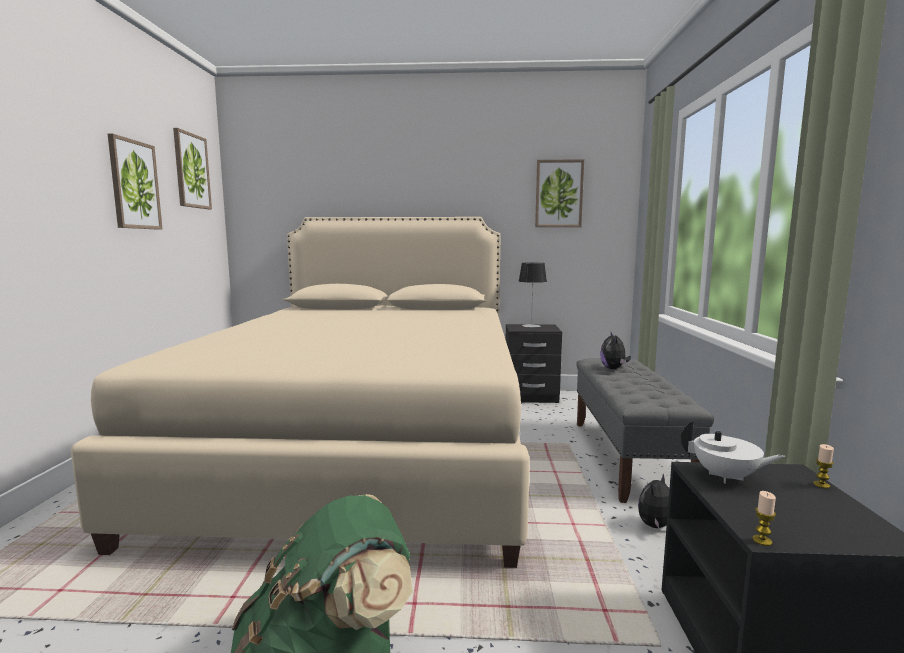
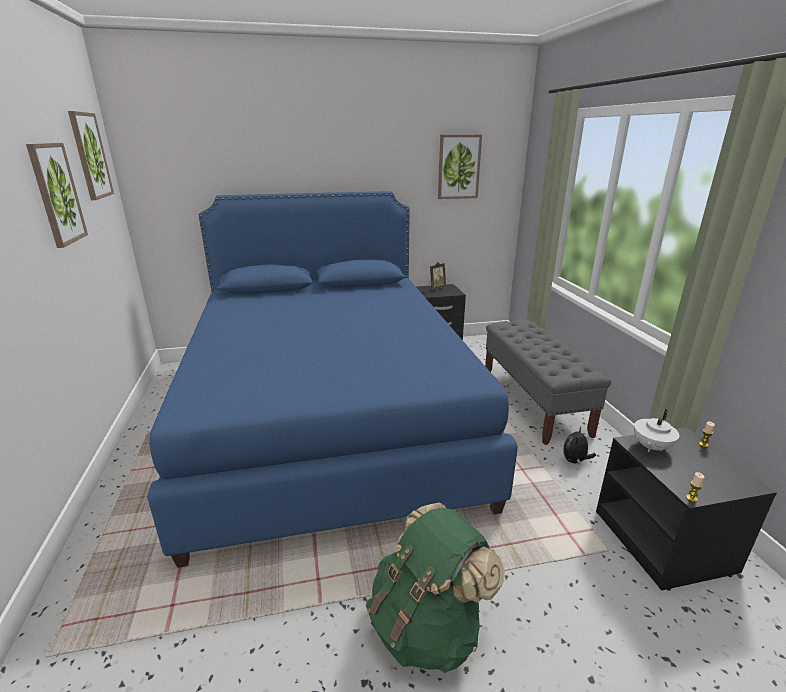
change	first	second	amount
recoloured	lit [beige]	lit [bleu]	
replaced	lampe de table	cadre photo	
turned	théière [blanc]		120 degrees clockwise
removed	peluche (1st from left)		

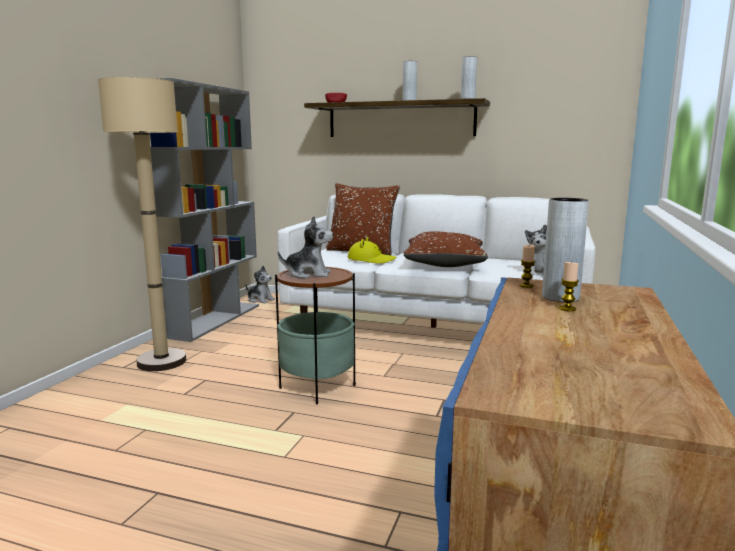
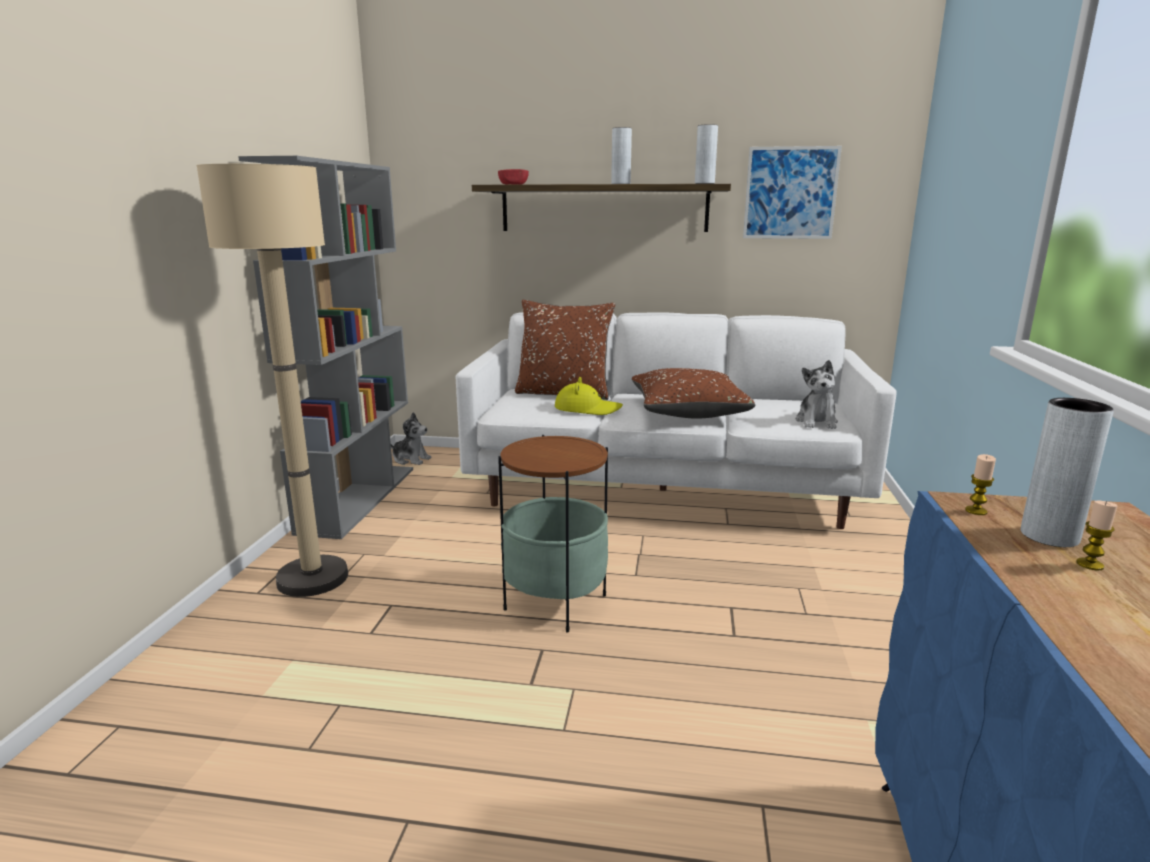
change	first	second	amount
added		tableau	
removed	peluche (2nd from left)		

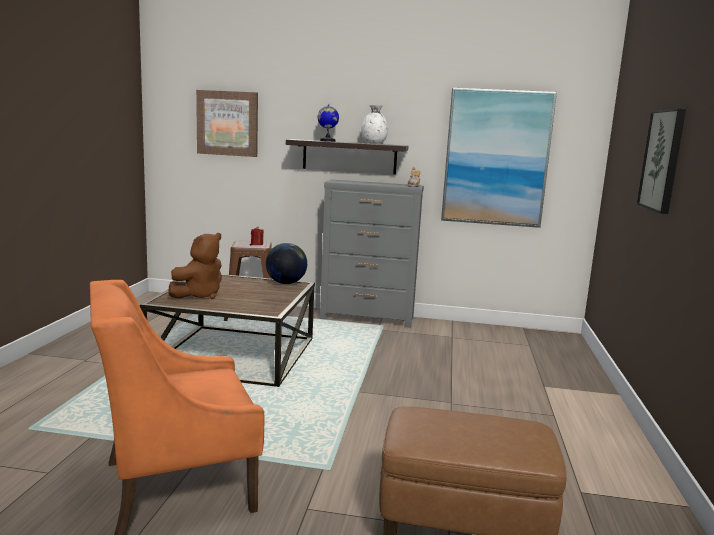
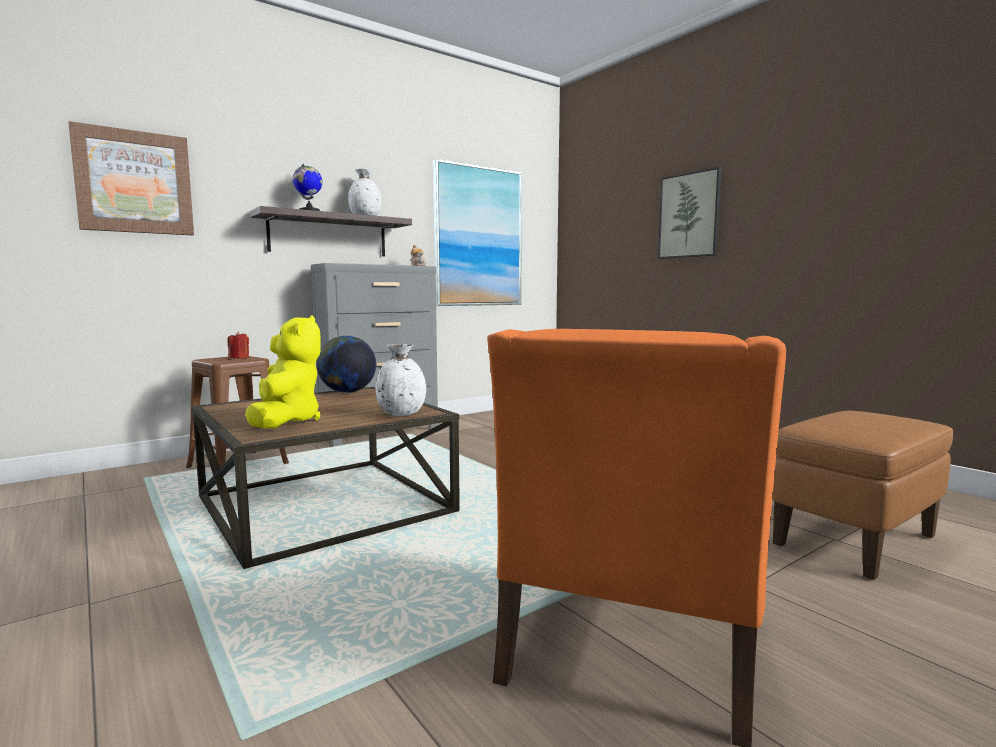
change	first	second	amount
recoloured	peluche [marron]	peluche [jaune]	
added		vase [blanc] (2nd from left)	

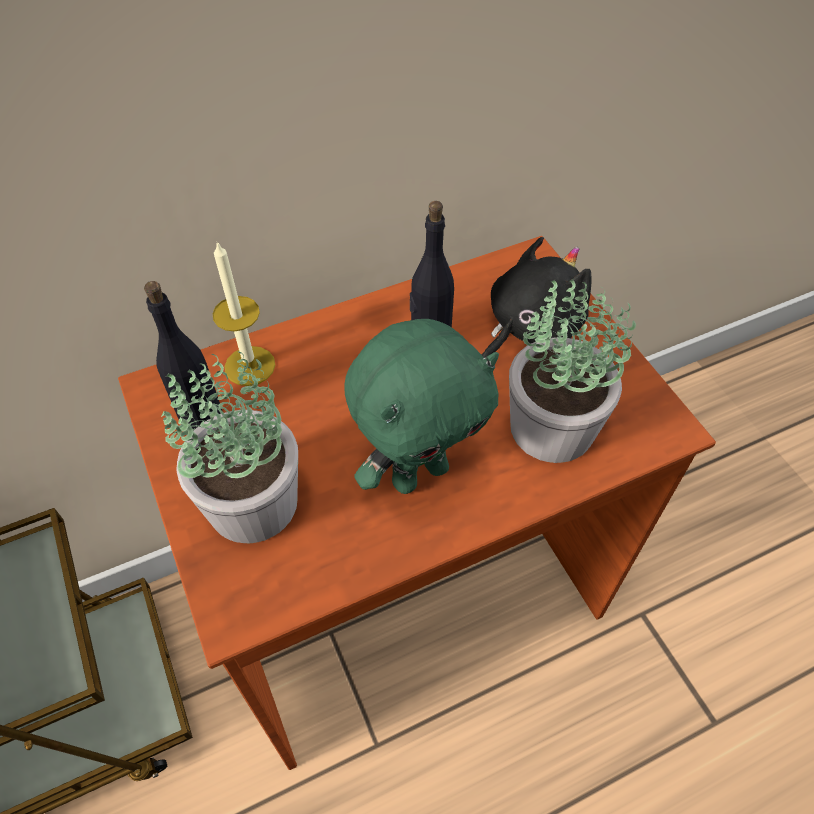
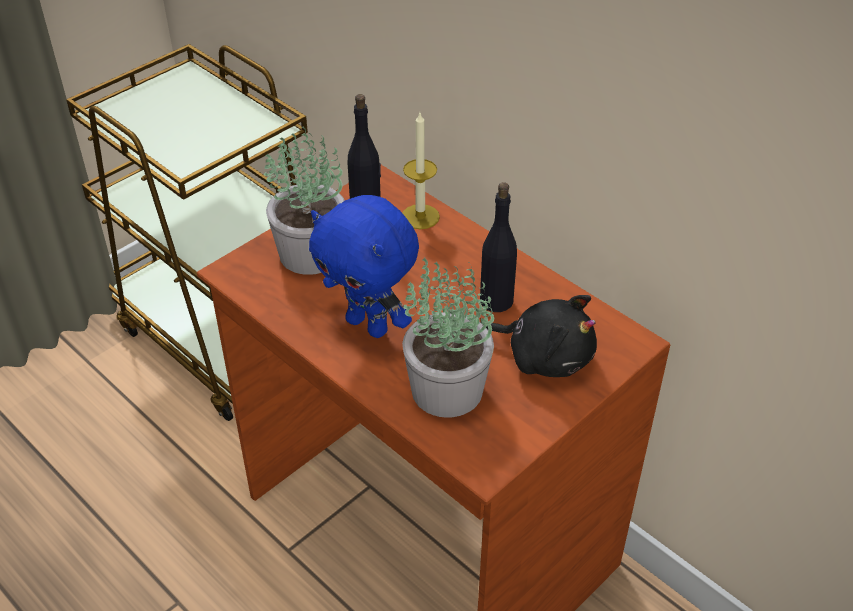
change	first	second	amount
recoloured	peluche [vert]	peluche [bleu]	

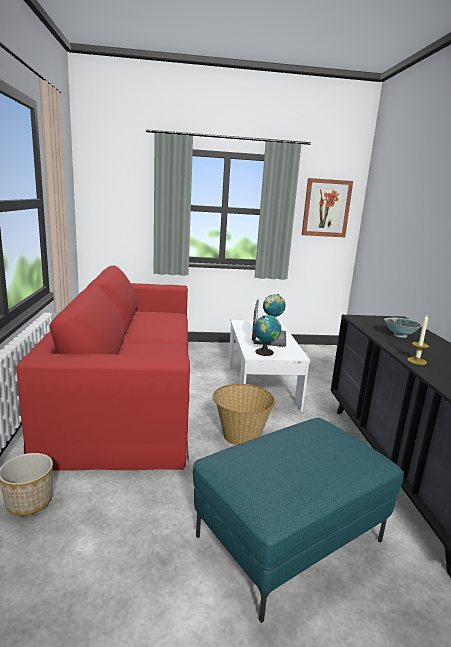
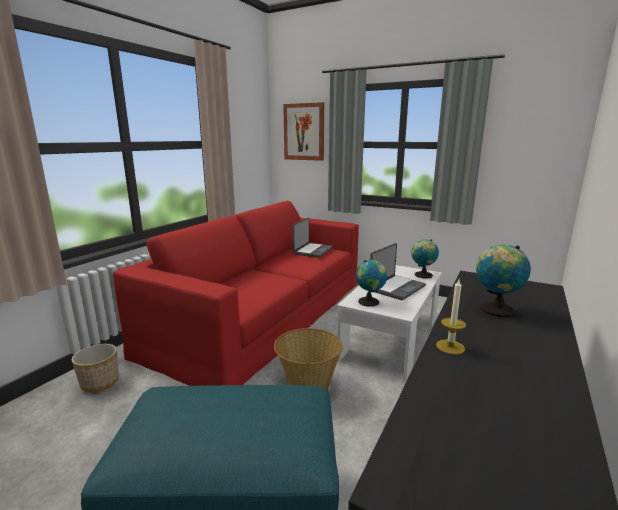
change	first	second	amount
moved	tableau		
added		ordinateur portable (1st from left)	
replaced	bol	globe (3rd from left)	

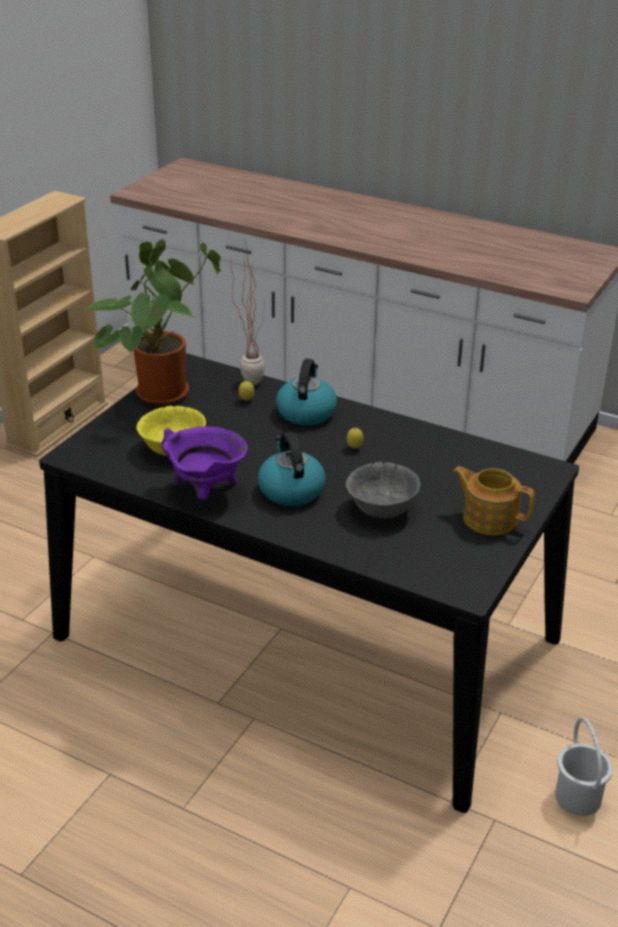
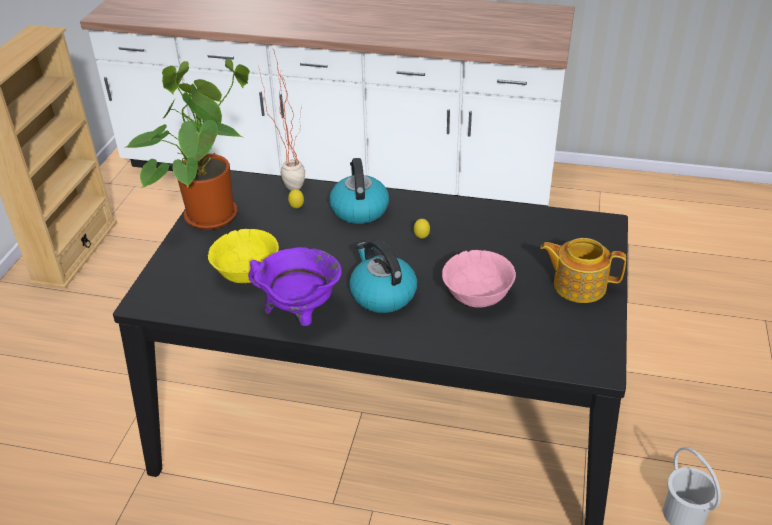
change	first	second	amount
recoloured	bol [gris]	bol [rose]	

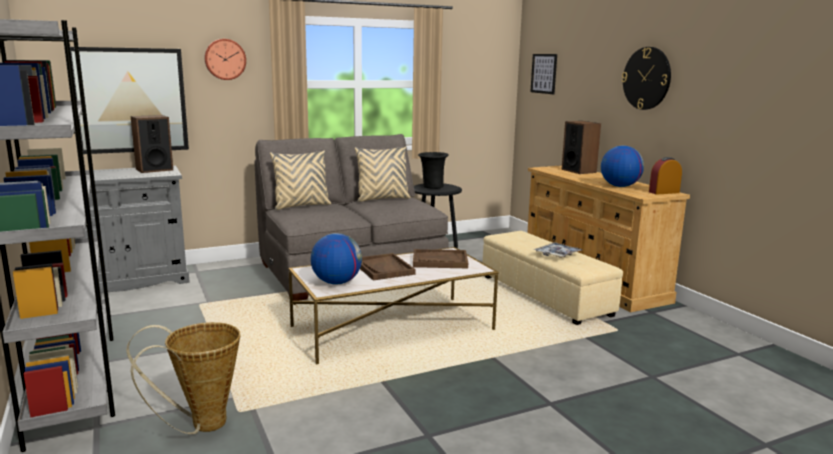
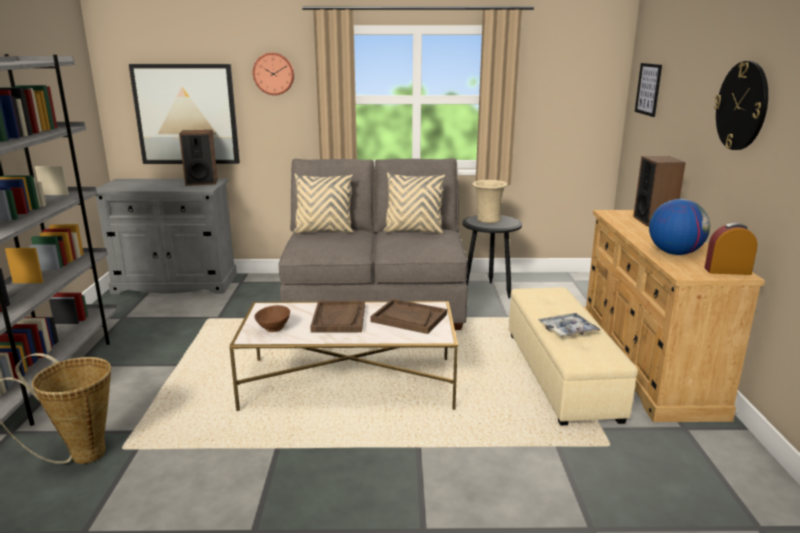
change	first	second	amount
replaced	globe (1st from left)	bol [marron]	
recoloured	vase [noir]	vase [beige]	

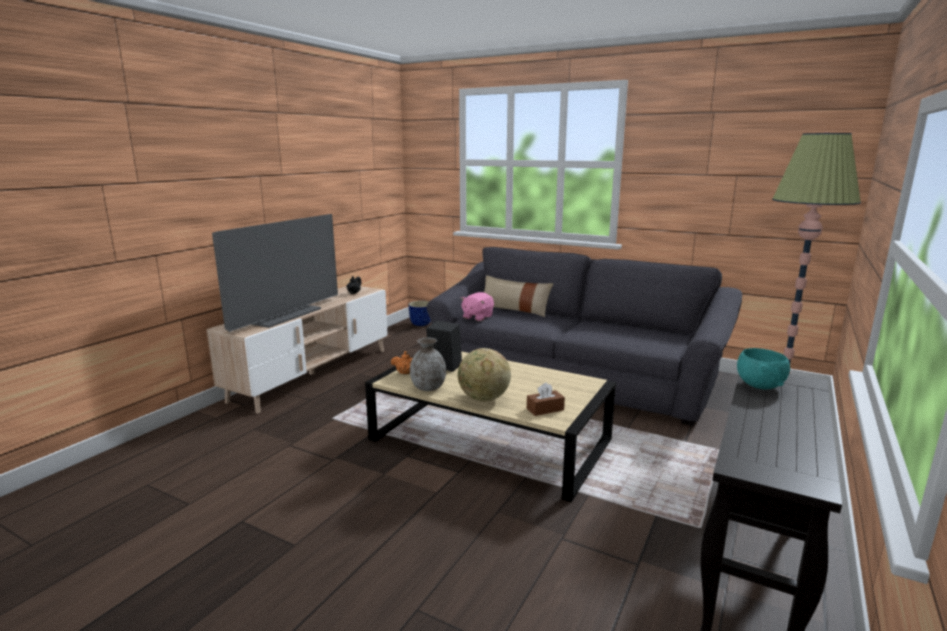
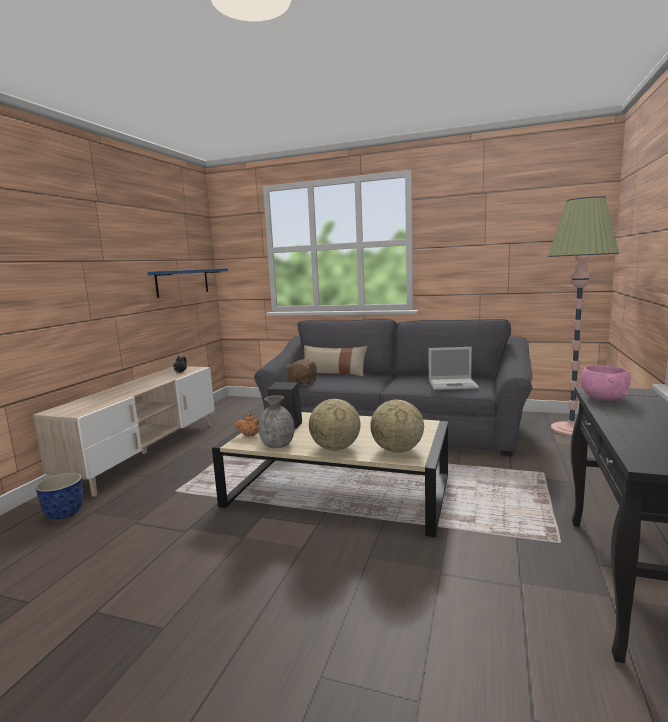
change	first	second	amount
moved	cache-pot		
added		étagère [bleu]	
recoloured	peluche [rose]	peluche [marron]	
replaced	boîte à mouchoirs [marron]	globe (2nd from left)	
added		ordinateur portable	
recoloured	bol [turquoise]	bol [rose]	
removed	téléviseur		

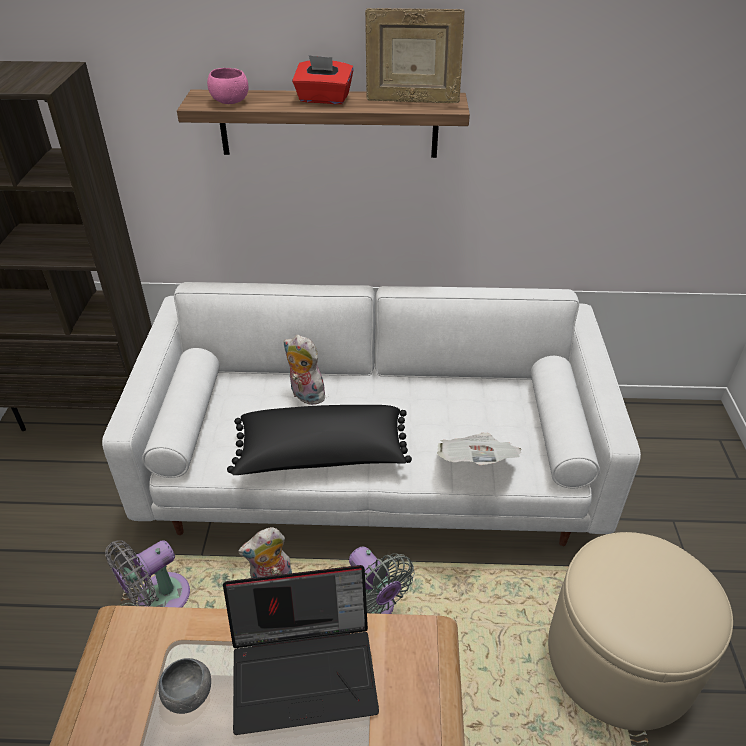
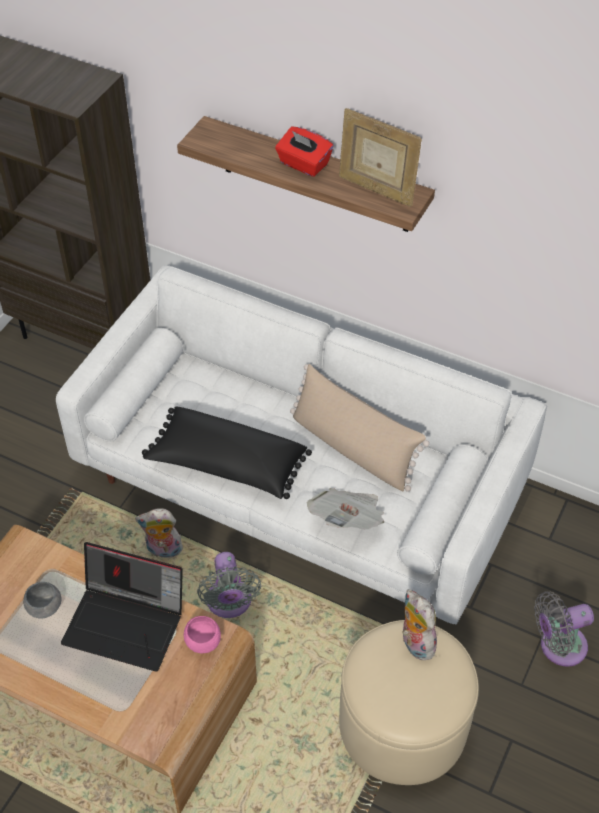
change	first	second	amount
moved	bol [rose]		
added		coussin [beige]	
moved	peluche (2nd from left)		
moved	ventilateur [gris] (1st from left in the first image)	ventilateur [gris] (2nd from left)	

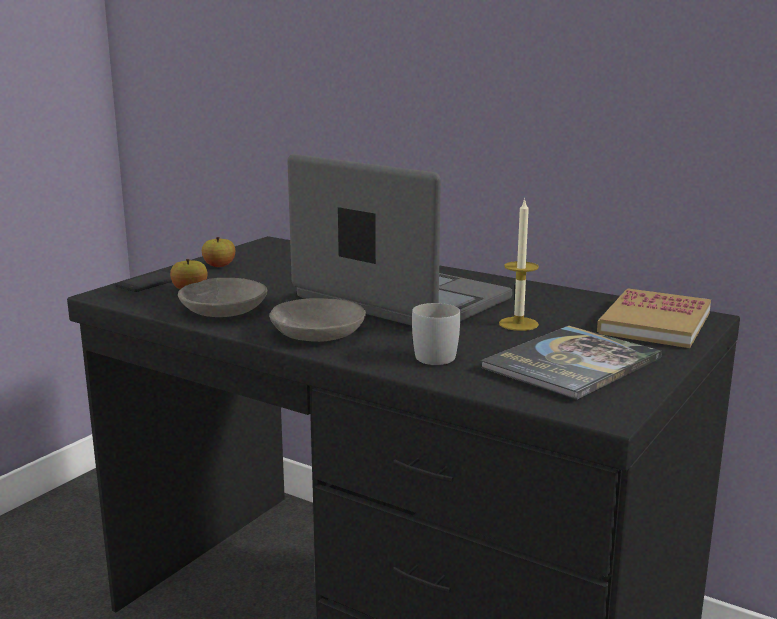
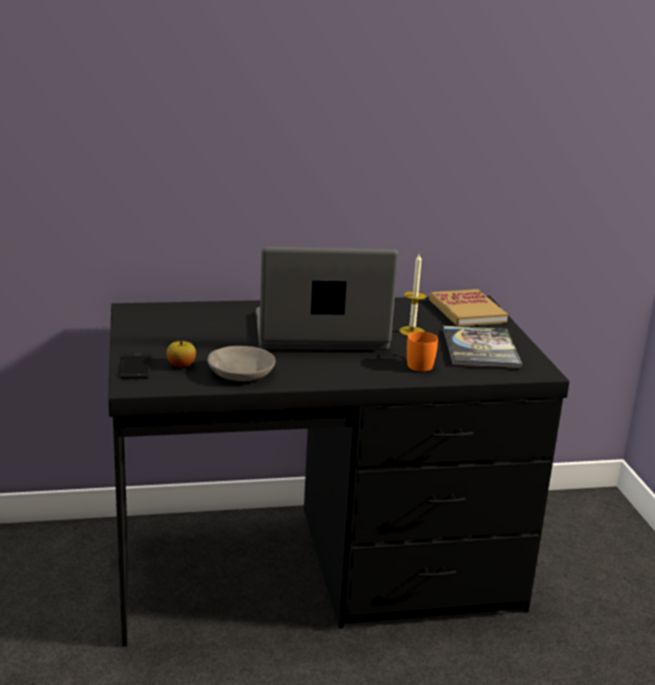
change	first	second	amount
recoloured	mug [blanc]	mug [orange]	
removed	pomme (2nd from left)		
removed	bol [gris] (2nd from left)		

